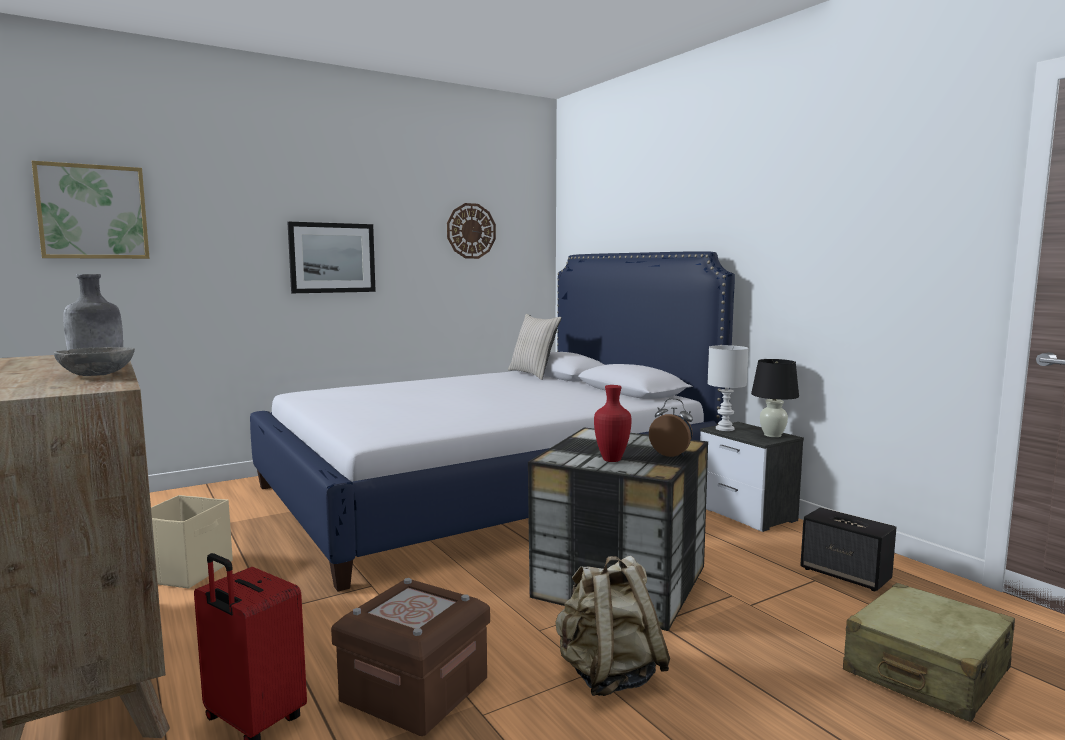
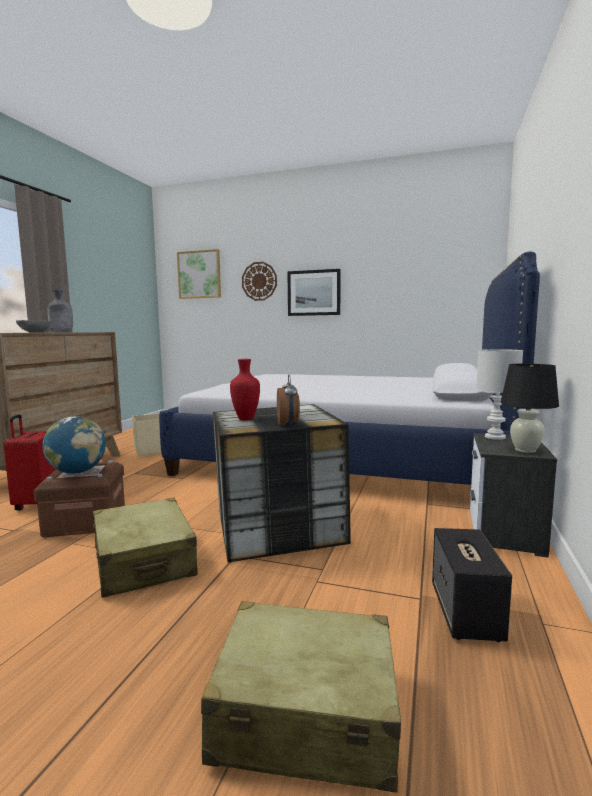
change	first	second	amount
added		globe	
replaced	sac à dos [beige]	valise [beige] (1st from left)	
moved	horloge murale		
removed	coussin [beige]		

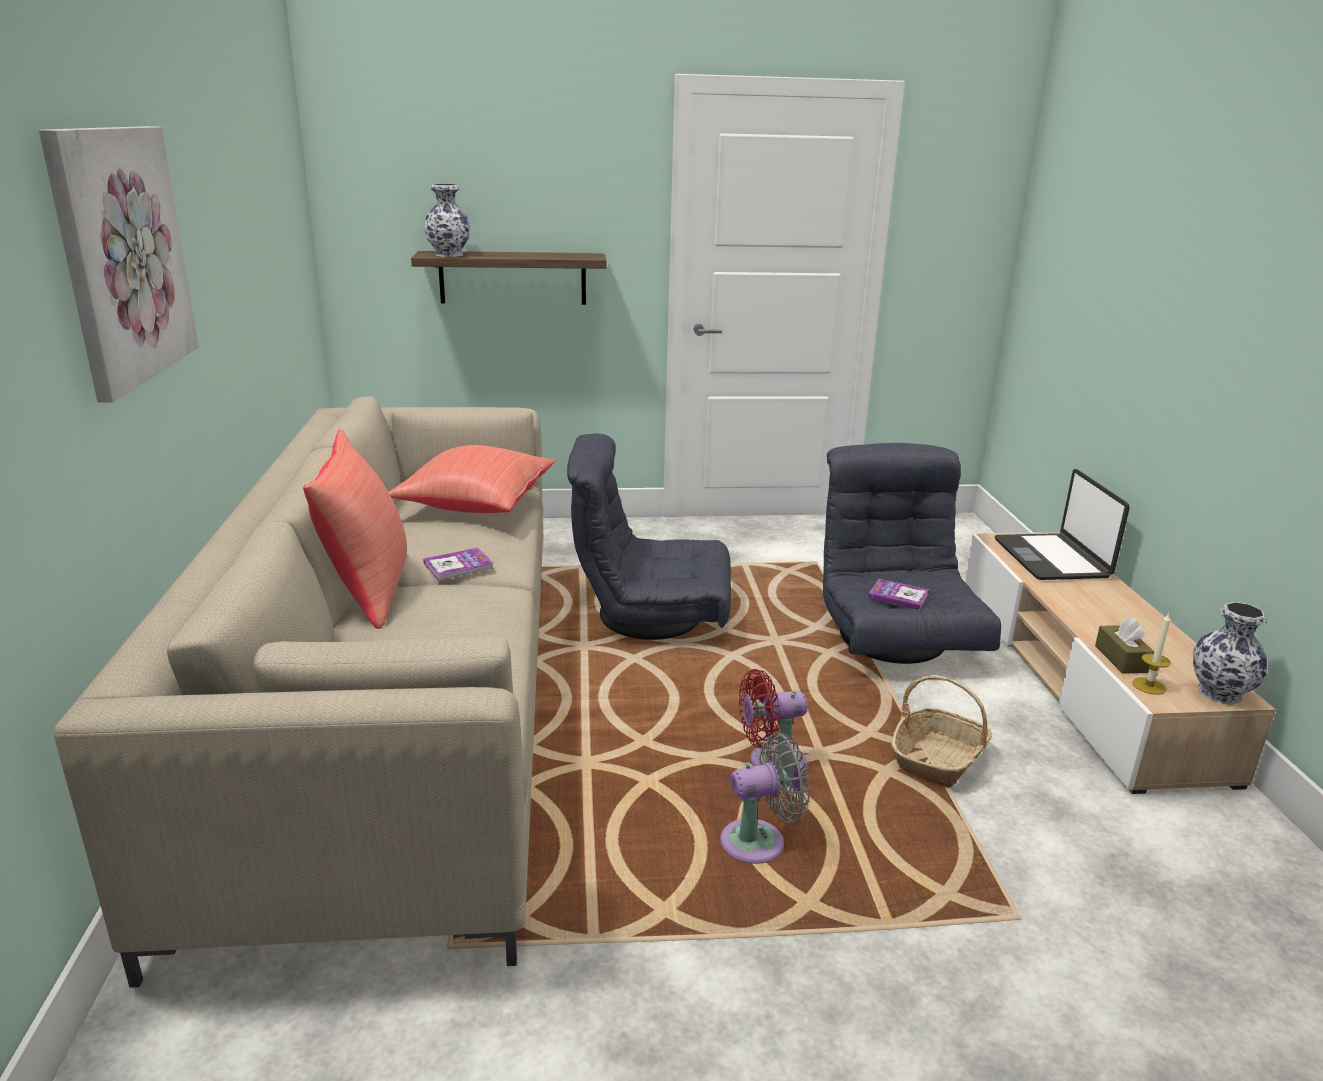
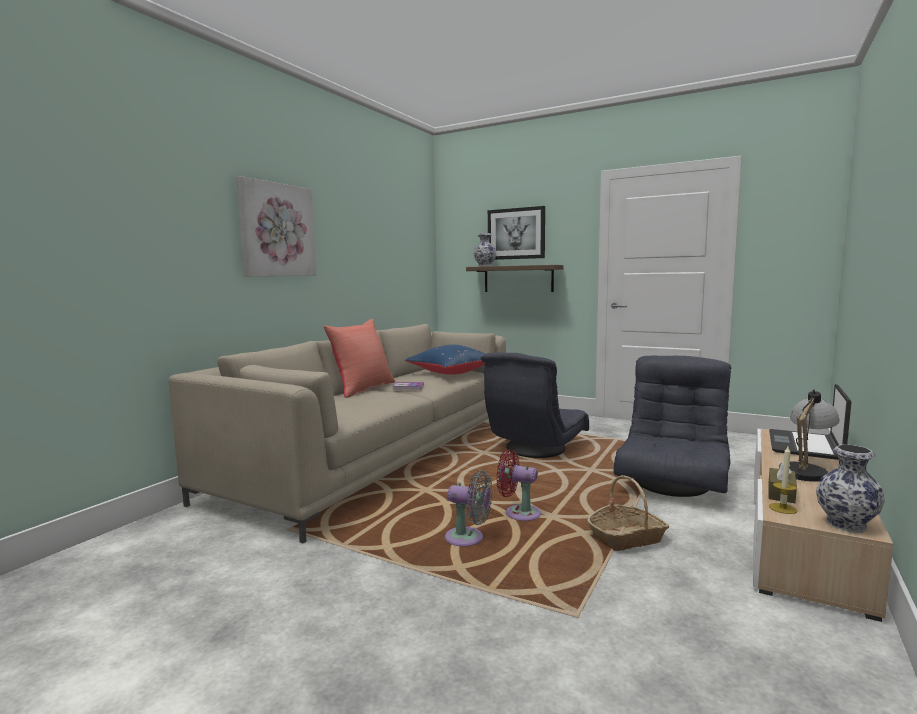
change	first	second	amount
recoloured	coussin [rouge] (2nd from left)	coussin [bleu]	
turned	fauteuil [gris] (1st from left)		90 degrees counterclockwise
added		tableau (2nd from left)	
added		lampe de table	
removed	livre (2nd from left)		

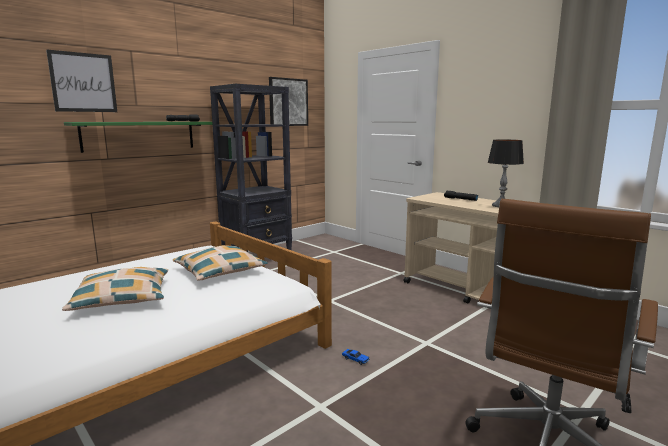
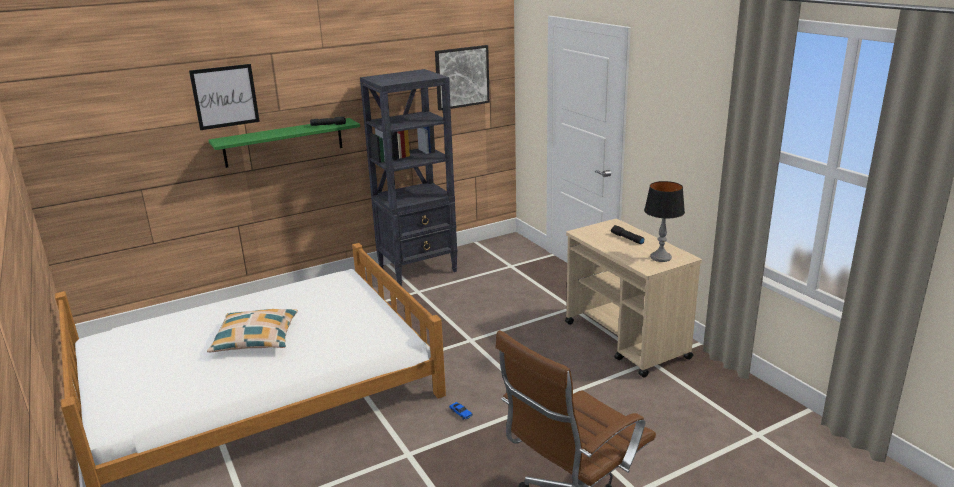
change	first	second	amount
removed	coussin (2nd from left)		

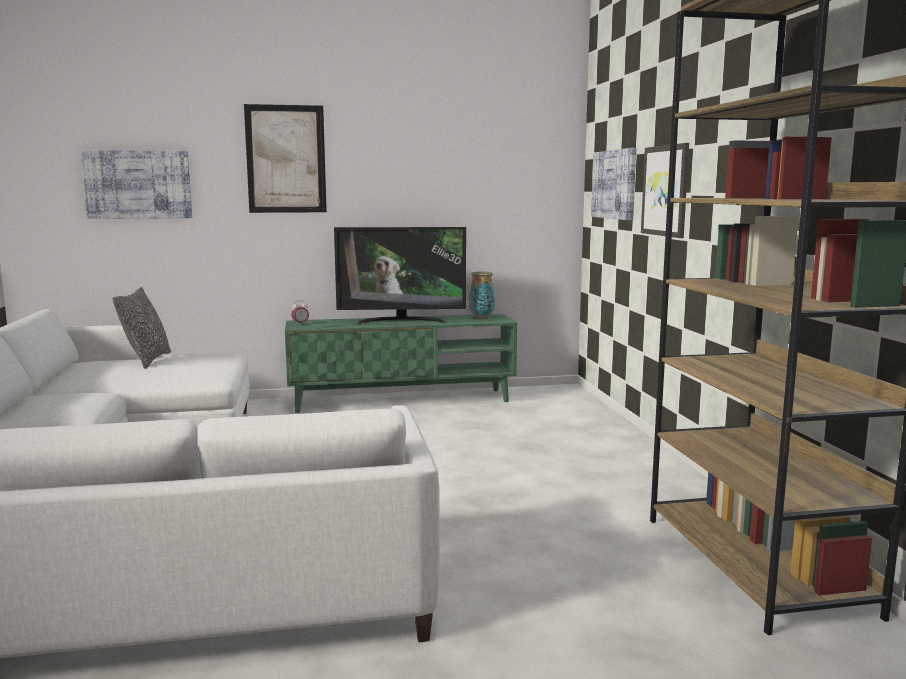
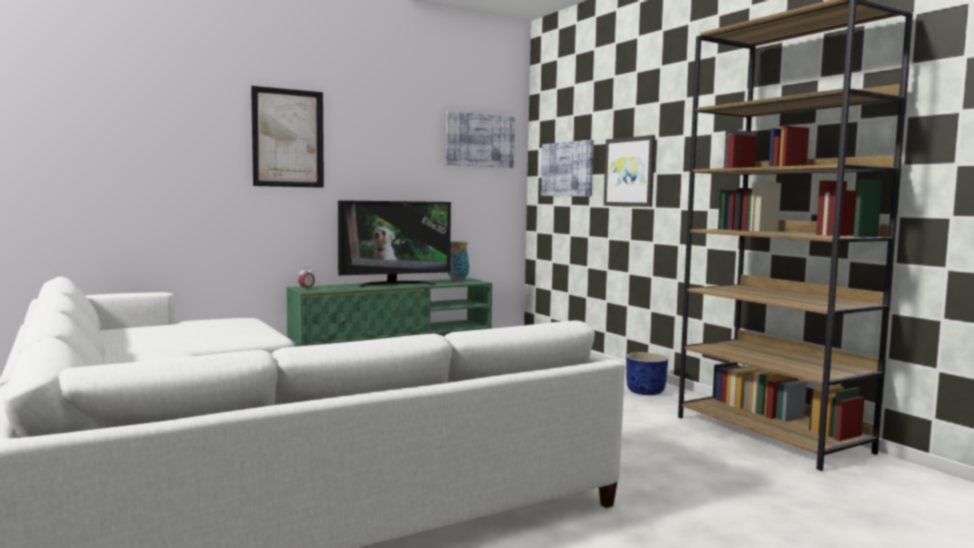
change	first	second	amount
moved	tableau (1st from left in the first image)	tableau (2nd from left)	
added		cache-pot [bleu]	
removed	coussin		

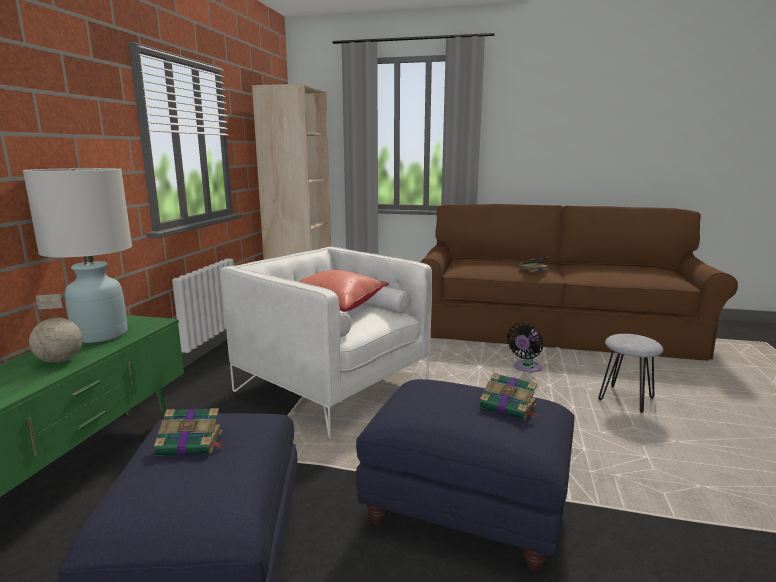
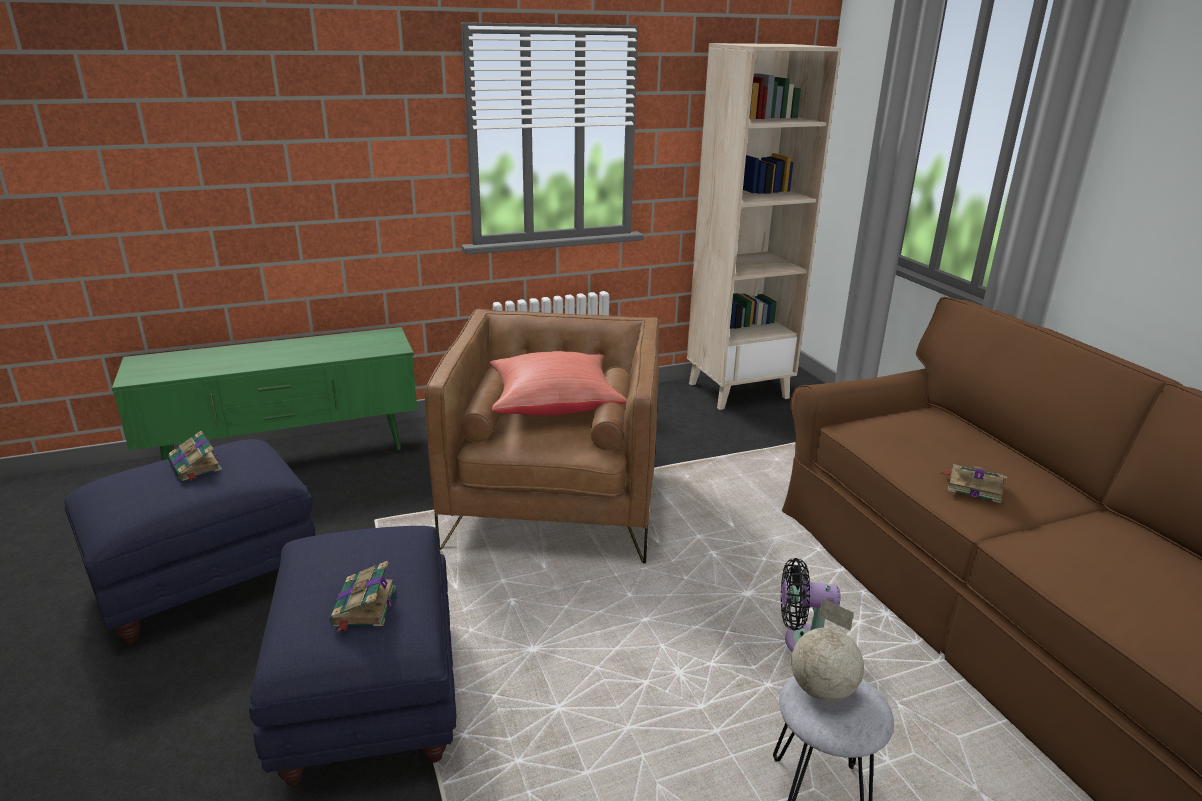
change	first	second	amount
recoloured	fauteuil [blanc]	fauteuil [marron]	
moved	globe		
removed	lampe de table [blanc]		

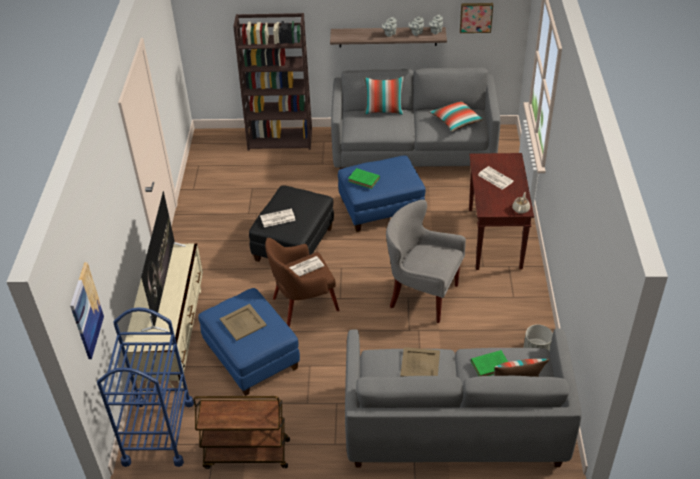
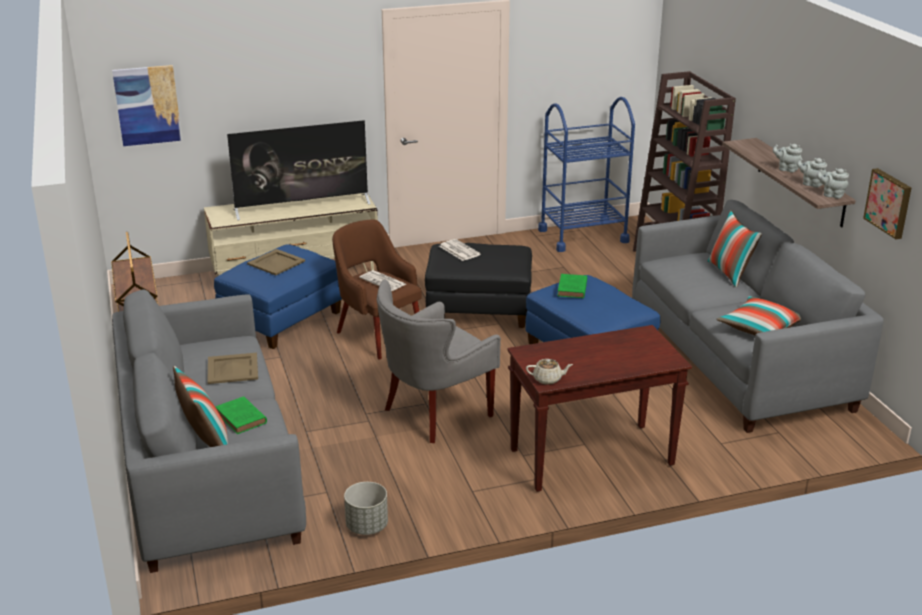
change	first	second	amount
turned	fauteuil [gris]		135 degrees counterclockwise
moved	chariot [bleu]		
removed	journal (3rd from left)		

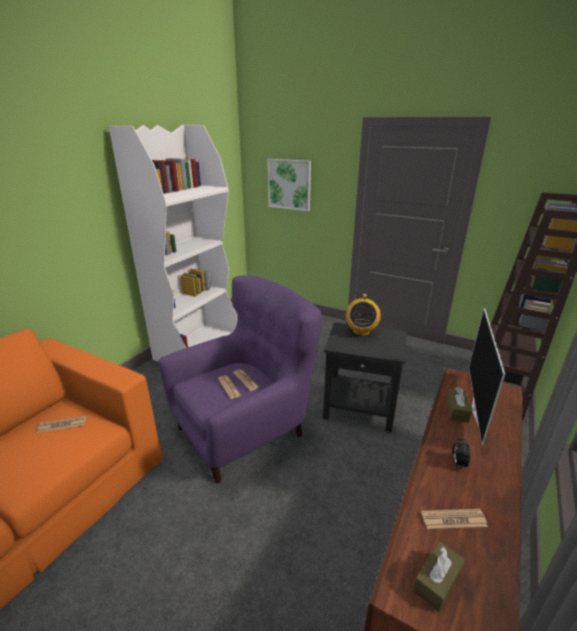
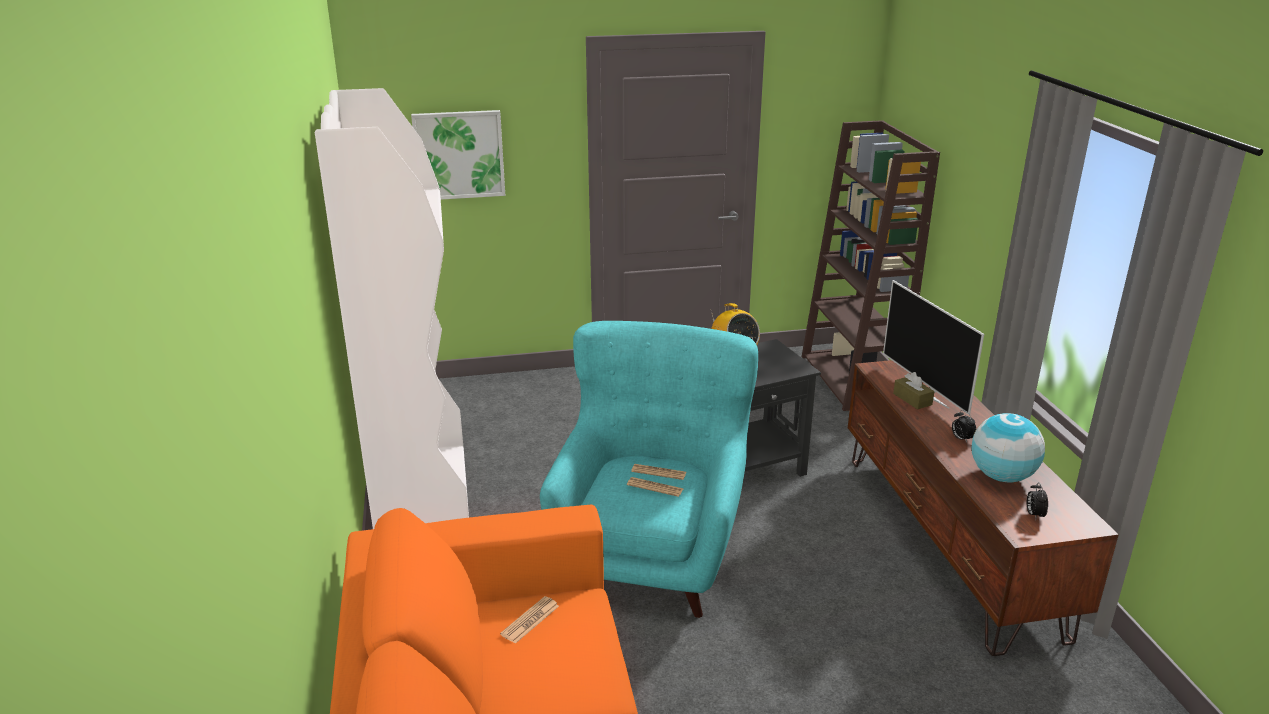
change	first	second	amount
recoloured	fauteuil [violet]	fauteuil [turquoise]	
replaced	journal (4th from left)	globe	
replaced	boîte à mouchoirs [marron] (1st from left)	réveil (2nd from left)	

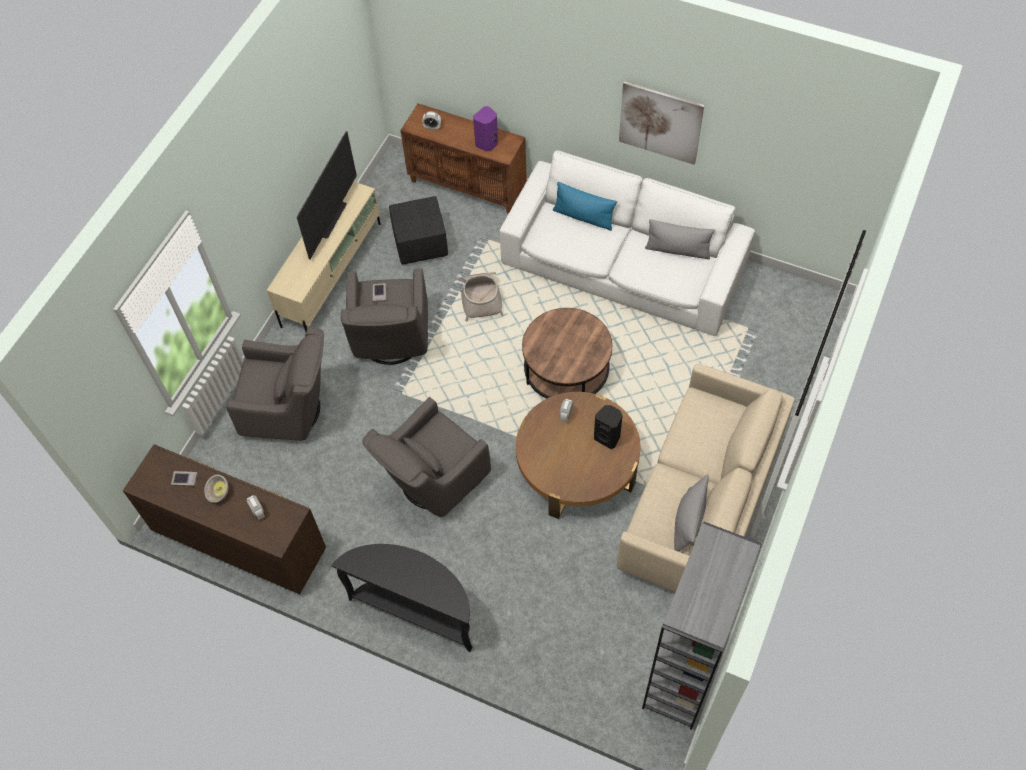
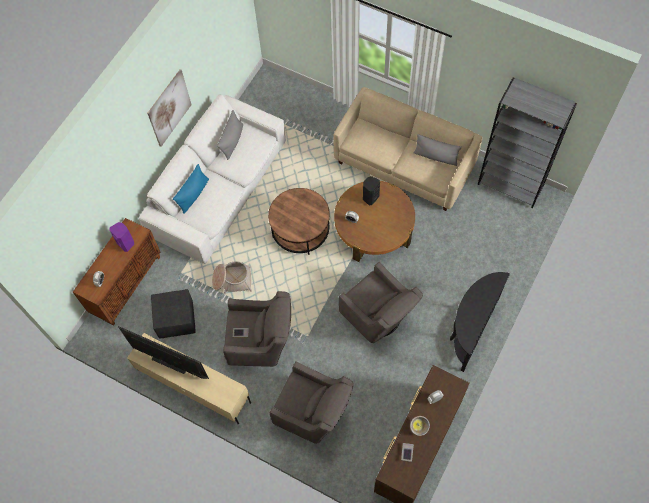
change	first	second	amount
turned	fauteuil [gris] (1st from left in the first image)	fauteuil [gris] (2nd from left)	105 degrees clockwise

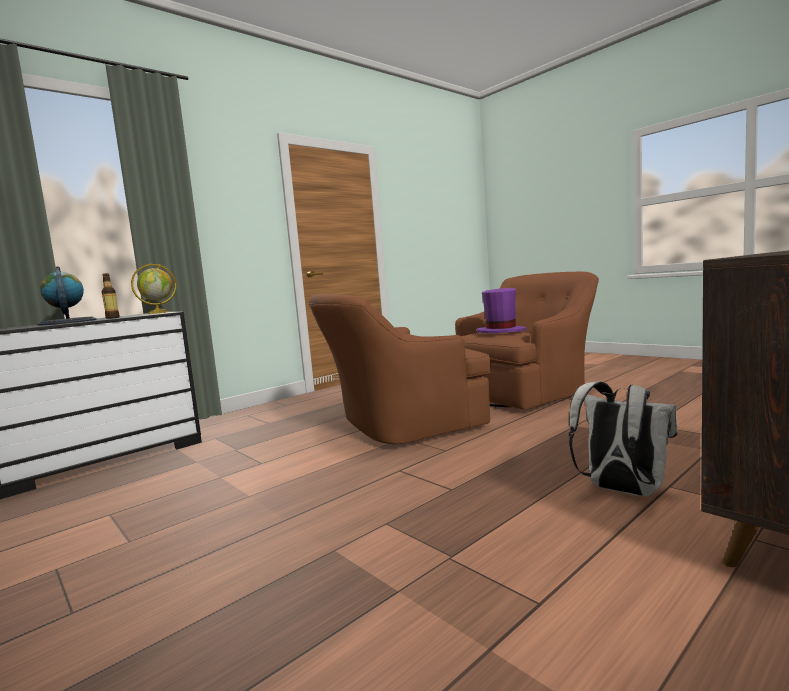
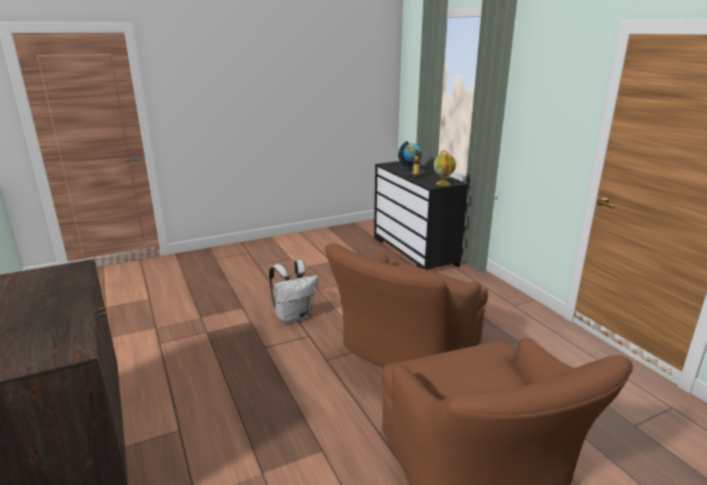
change	first	second	amount
moved	sac à dos [blanc]		
turned	fauteuil [marron] (1st from left)		135 degrees counterclockwise
removed	chapeau [violet]		

